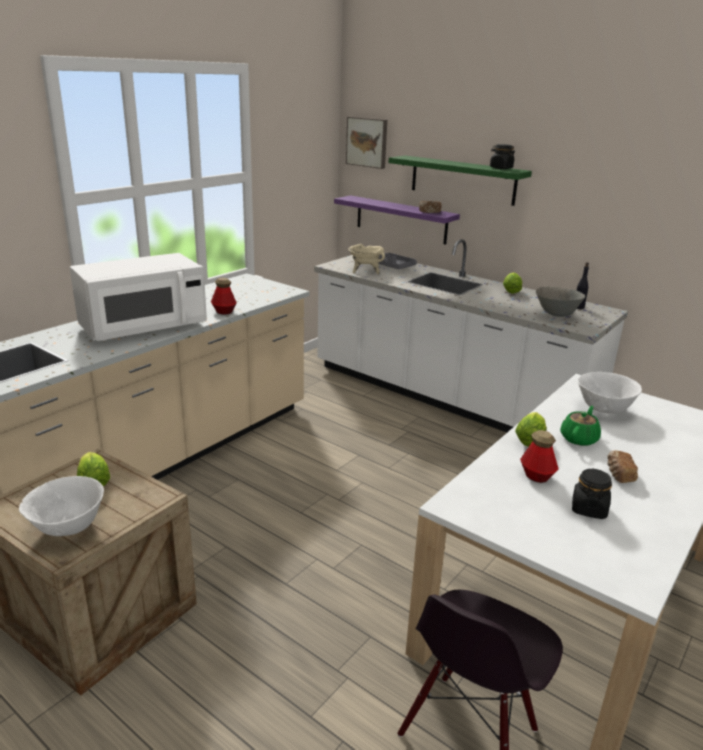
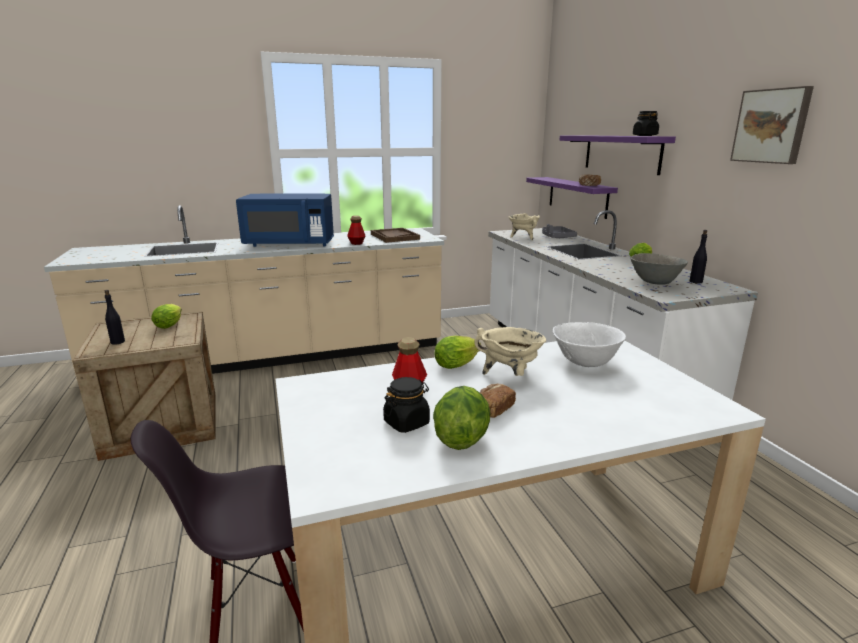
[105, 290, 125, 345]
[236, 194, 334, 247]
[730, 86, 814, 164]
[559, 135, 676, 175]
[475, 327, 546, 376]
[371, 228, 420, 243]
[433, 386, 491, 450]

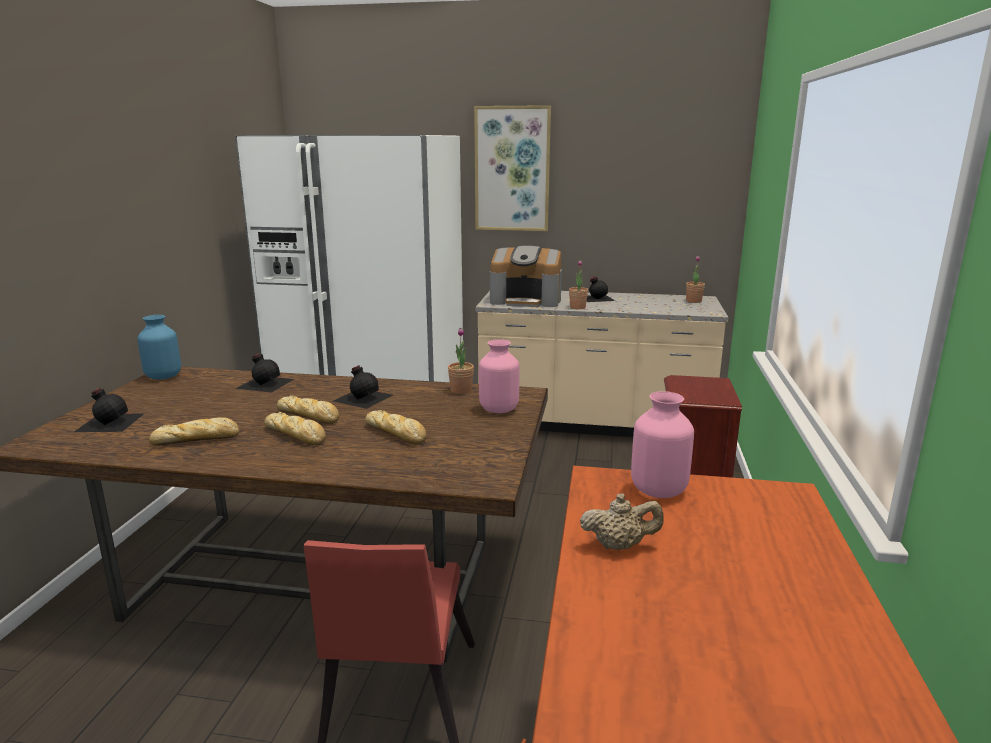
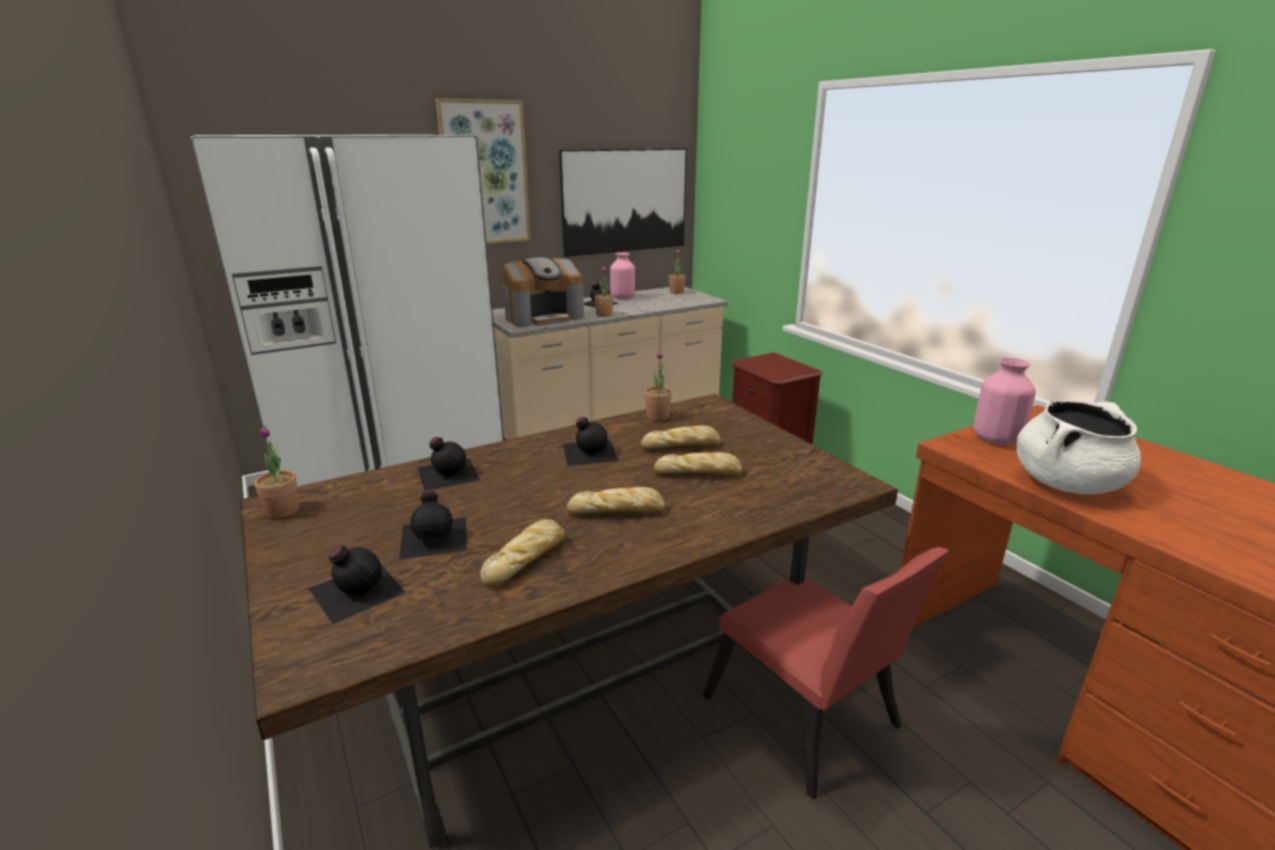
[255, 427, 299, 518]
[641, 425, 720, 451]
[610, 252, 635, 299]
[1016, 400, 1141, 494]
[399, 491, 467, 560]
[559, 148, 687, 257]

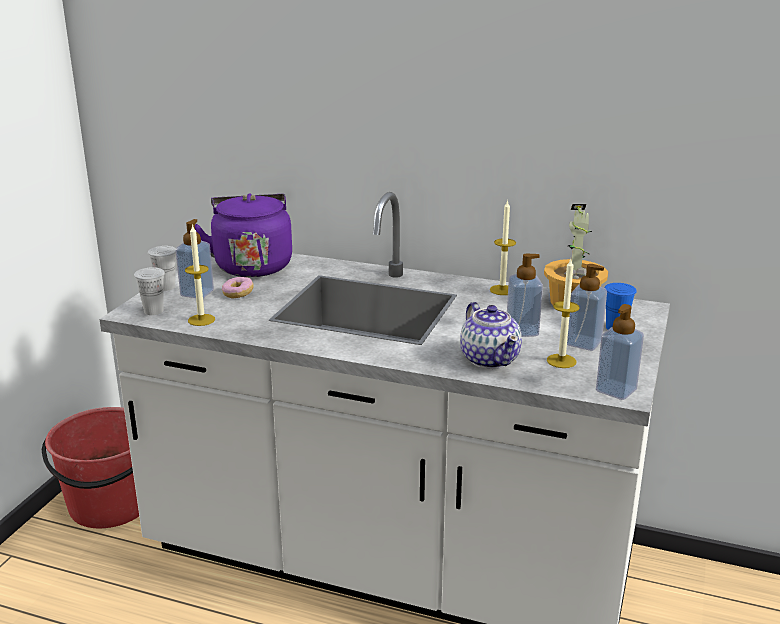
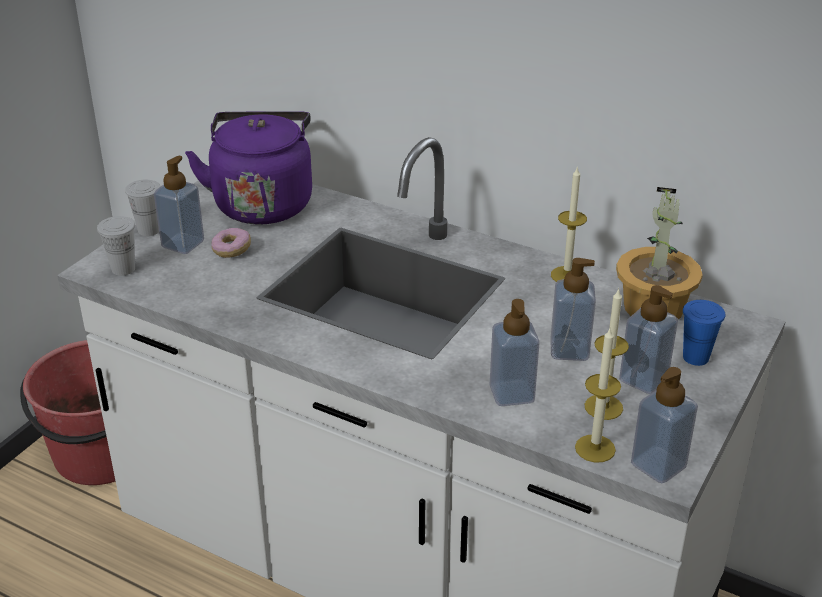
[575, 327, 621, 463]
[490, 299, 540, 406]

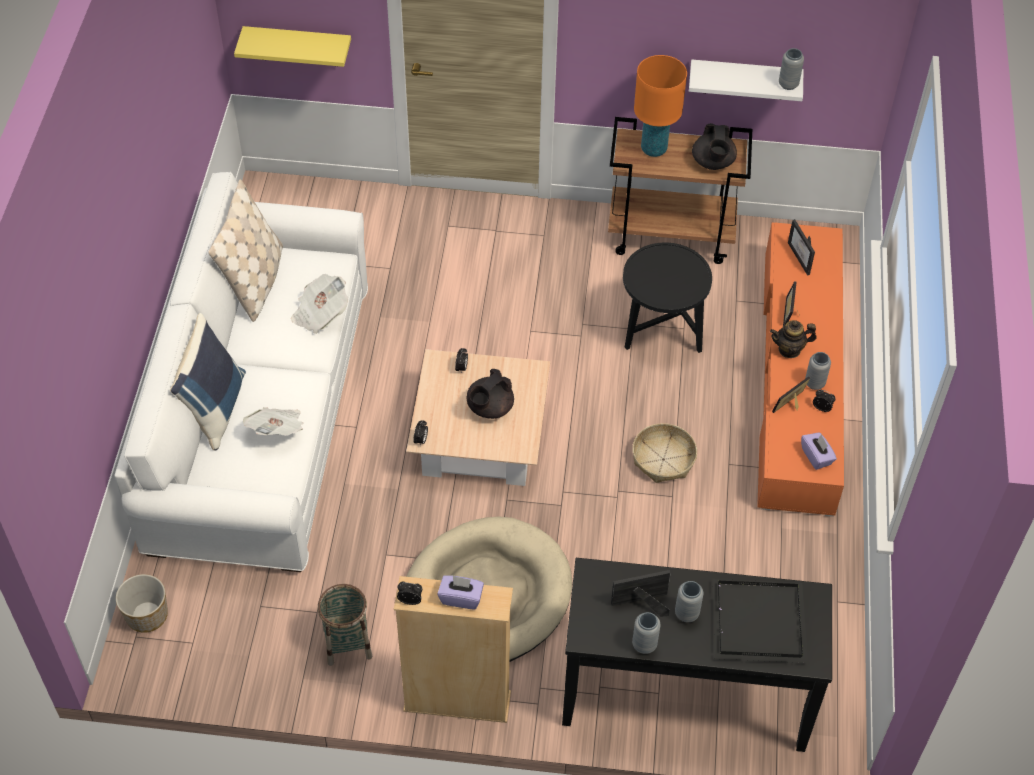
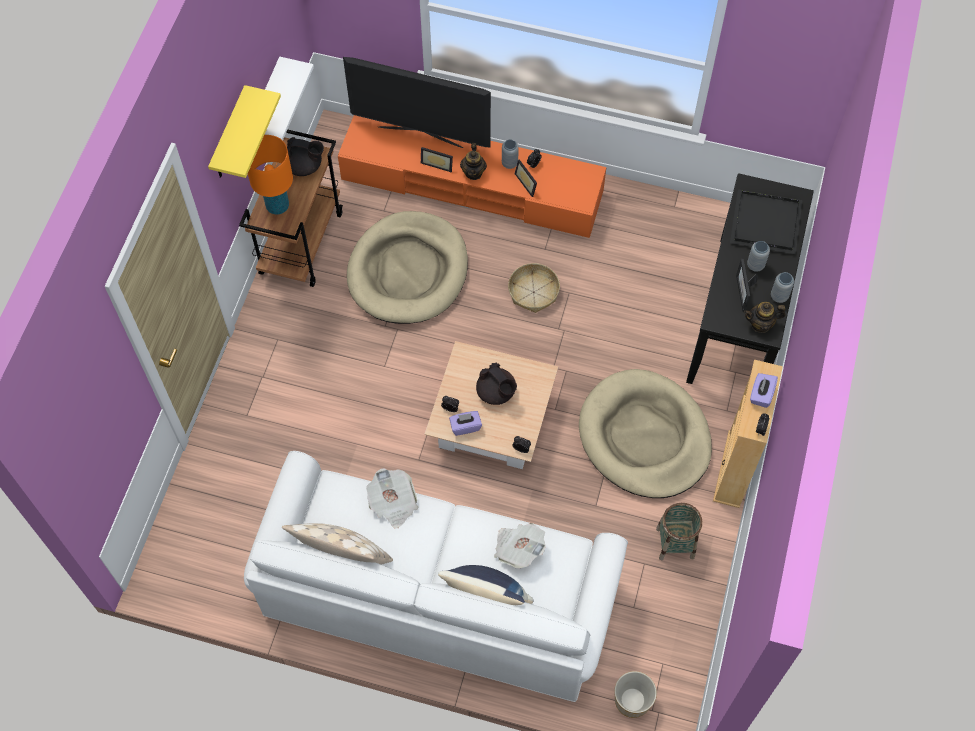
[208, 85, 281, 178]
[347, 211, 468, 324]
[779, 48, 804, 90] (first image)
[788, 219, 815, 276] (first image)
[449, 411, 482, 436]
[343, 57, 491, 148]
[744, 302, 785, 333]

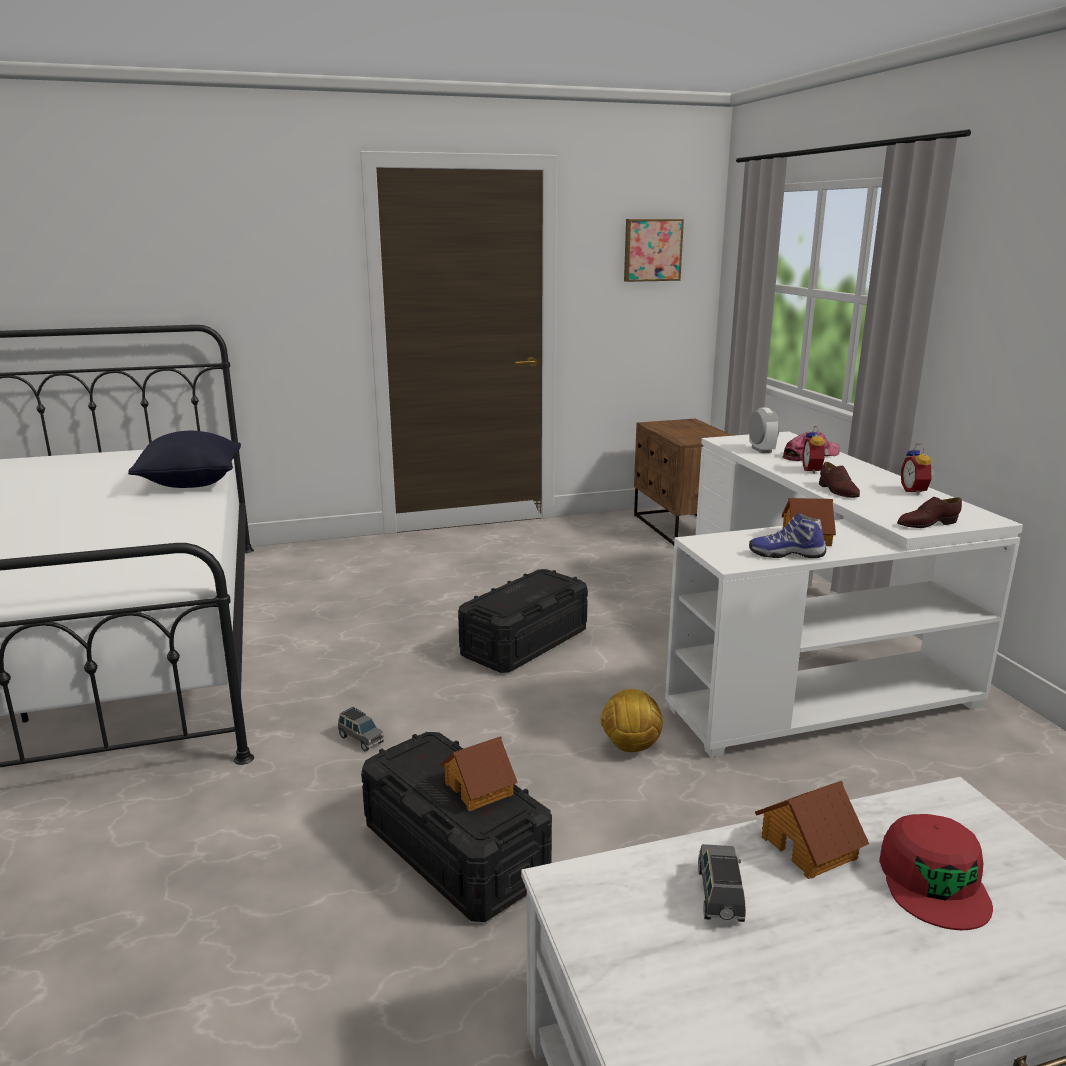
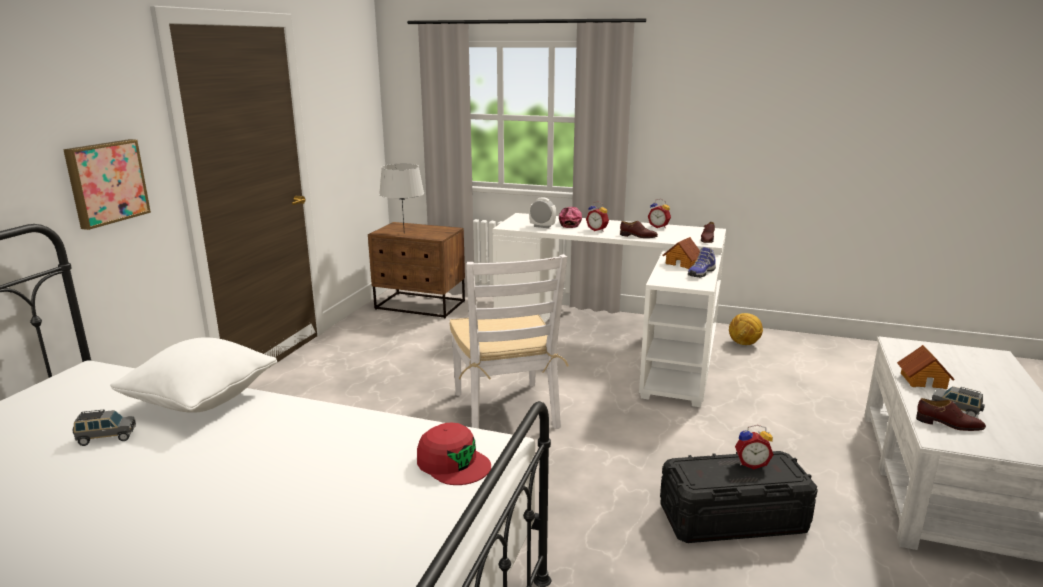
[110, 337, 277, 413]
[73, 410, 136, 446]
[735, 425, 773, 469]
[450, 254, 569, 429]
[729, 313, 763, 345]
[63, 139, 151, 230]
[417, 423, 491, 485]
[379, 164, 424, 226]
[916, 398, 986, 431]

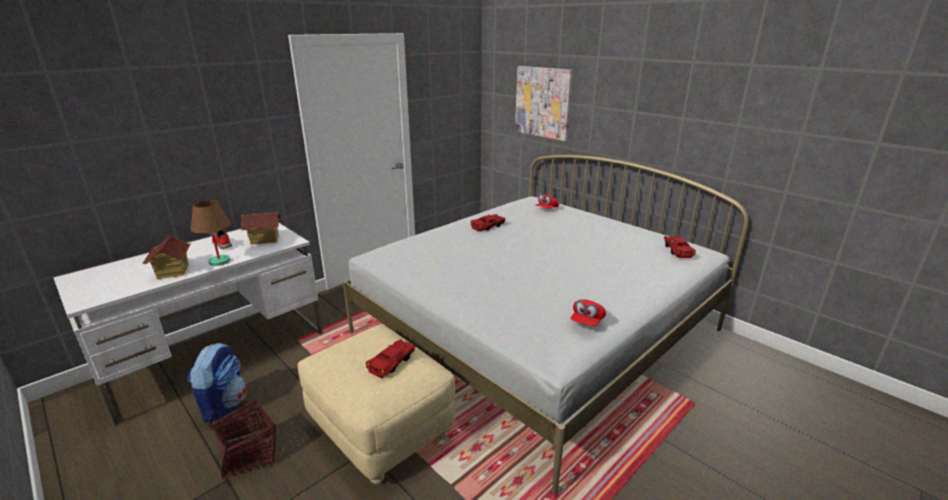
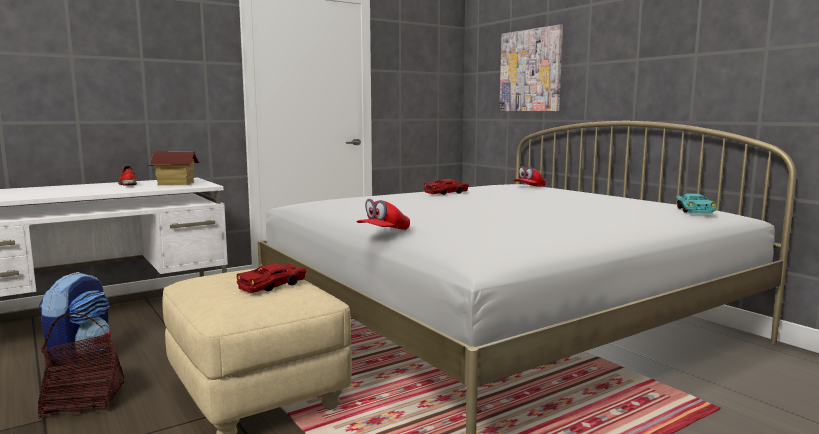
[142, 235, 191, 279] (first image)
[191, 200, 231, 266] (first image)
[357, 199, 410, 230]
[676, 194, 717, 214]

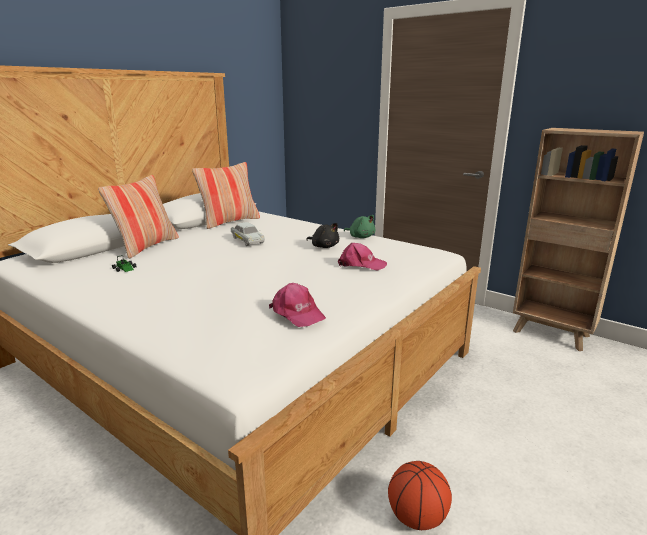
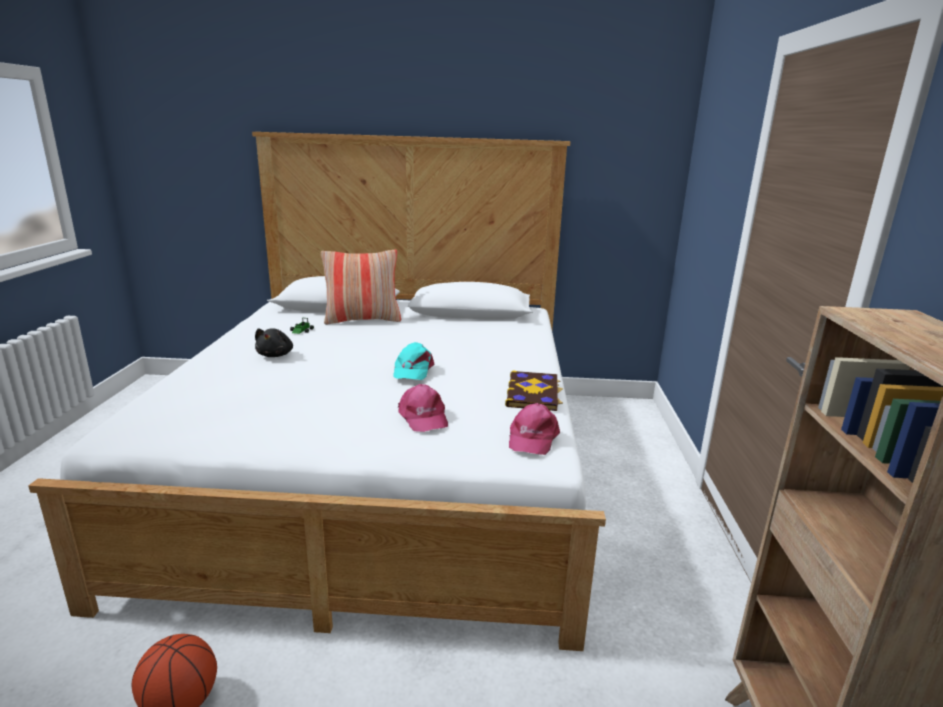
[192, 162, 260, 229] (first image)
[231, 222, 265, 246] (first image)
[509, 403, 560, 455]
[255, 328, 293, 357]
[505, 371, 563, 411]
[394, 342, 434, 380]

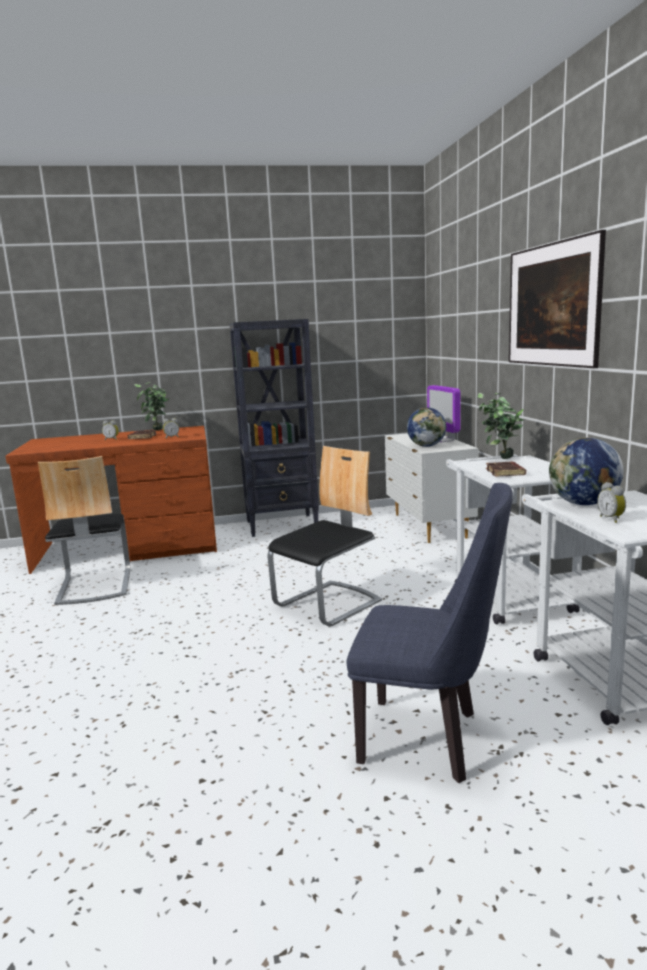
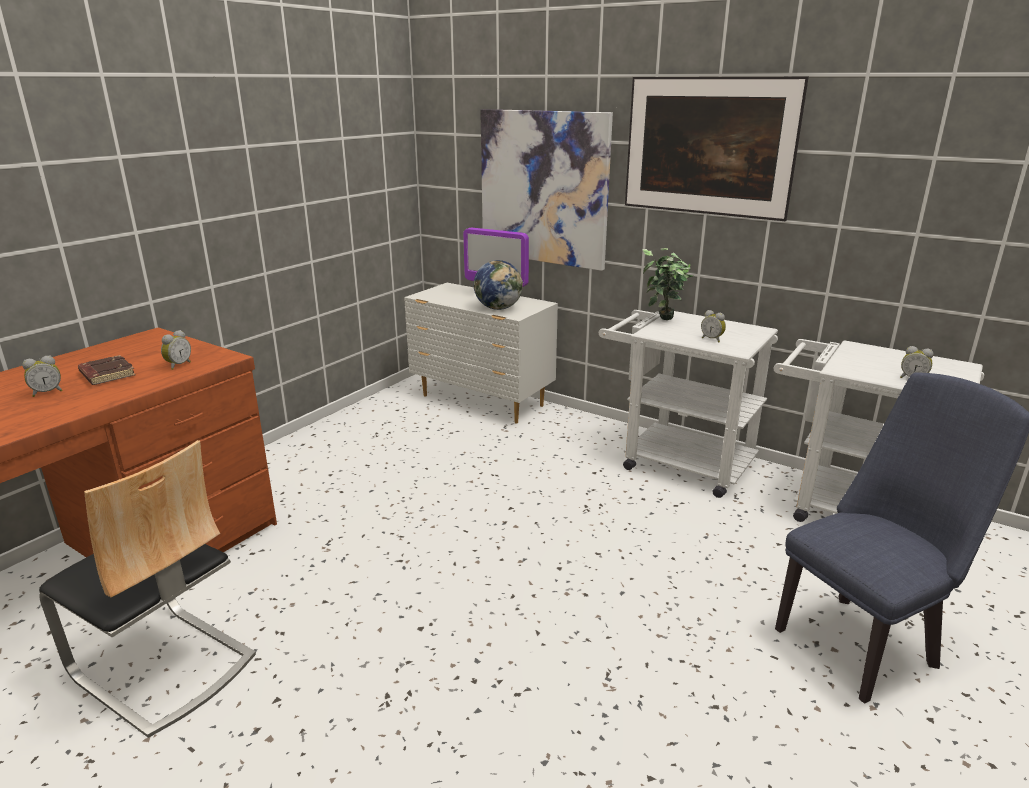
[134, 382, 169, 431] (first image)
[230, 319, 319, 537] (first image)
[268, 446, 382, 626] (first image)
[701, 310, 726, 342]
[549, 438, 623, 505] (first image)
[480, 109, 613, 271]

